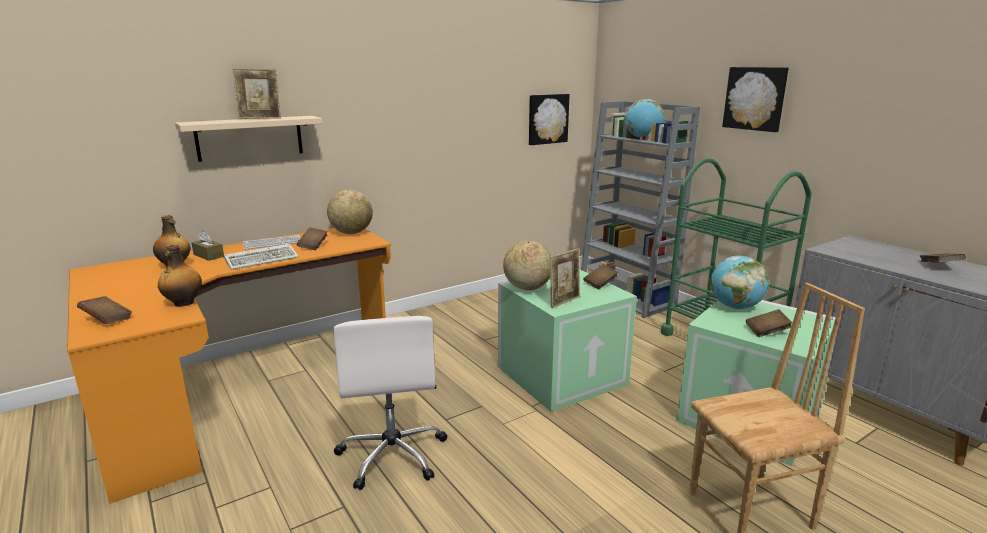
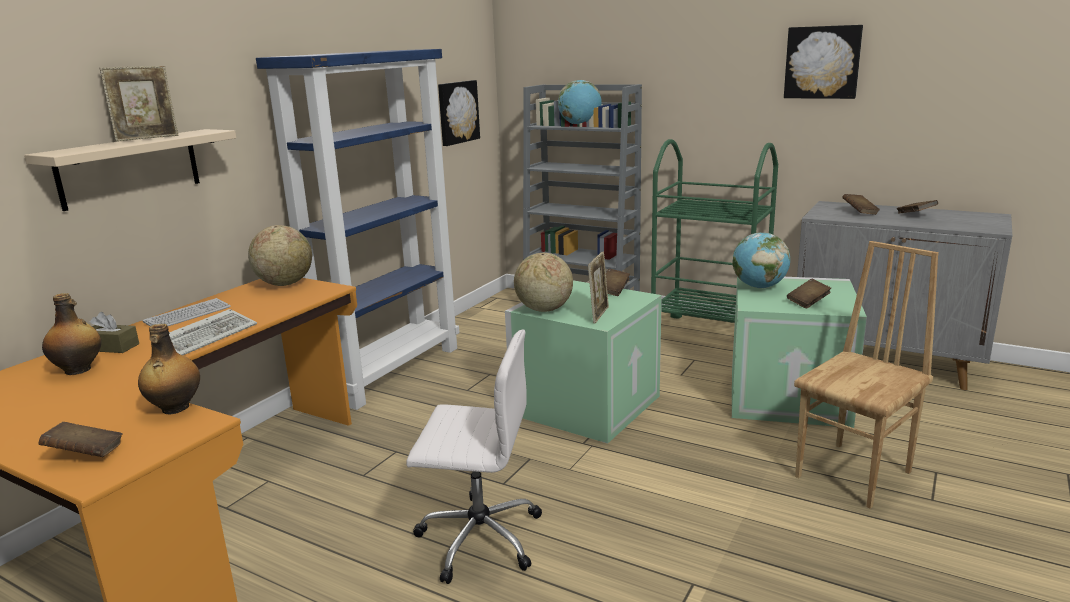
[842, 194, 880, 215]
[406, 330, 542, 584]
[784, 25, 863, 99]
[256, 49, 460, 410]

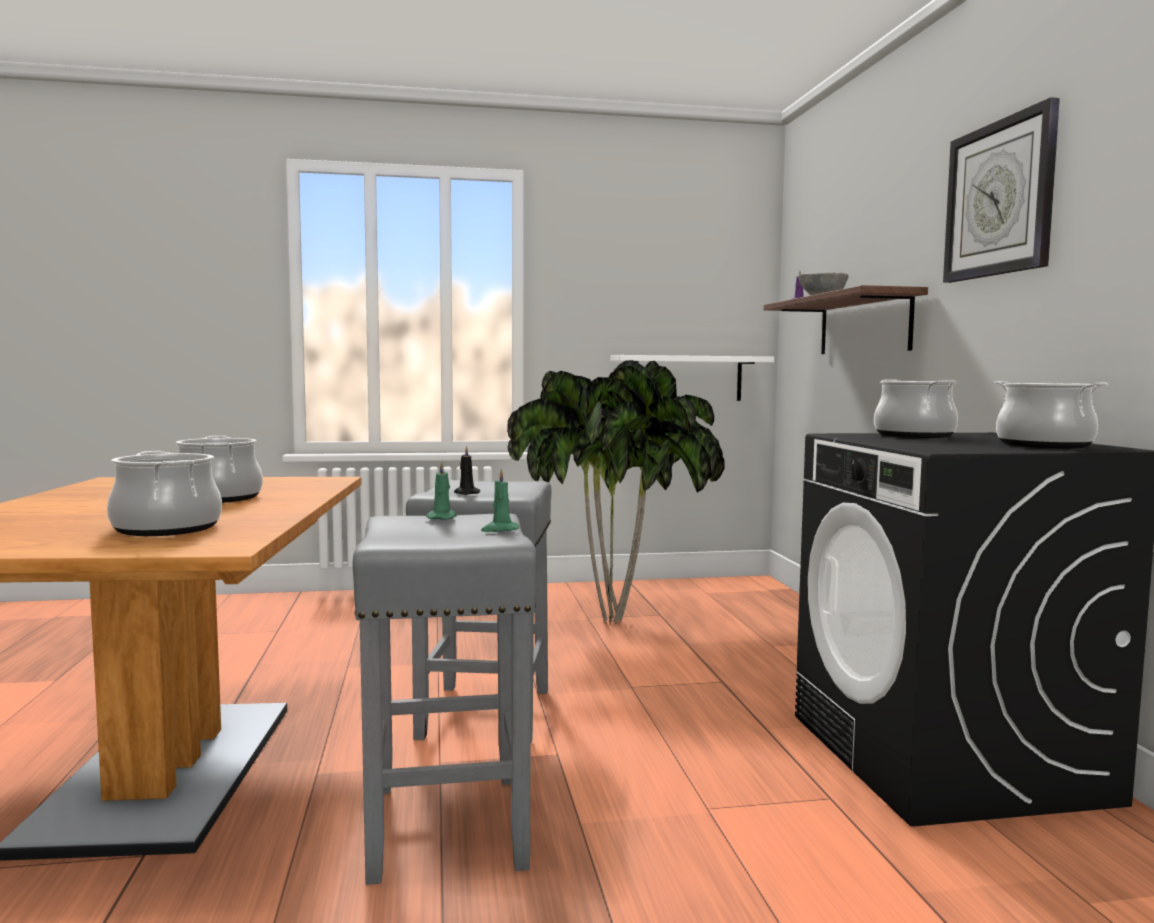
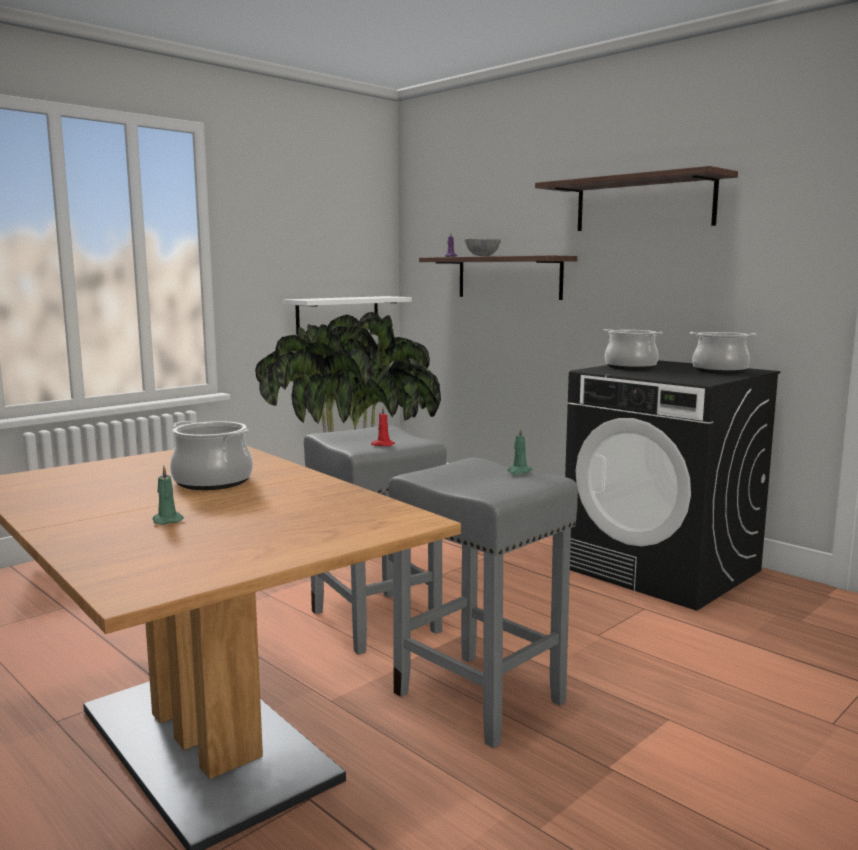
[107, 451, 222, 536] (first image)
[153, 466, 184, 525]
[371, 407, 395, 446]
[535, 166, 738, 231]

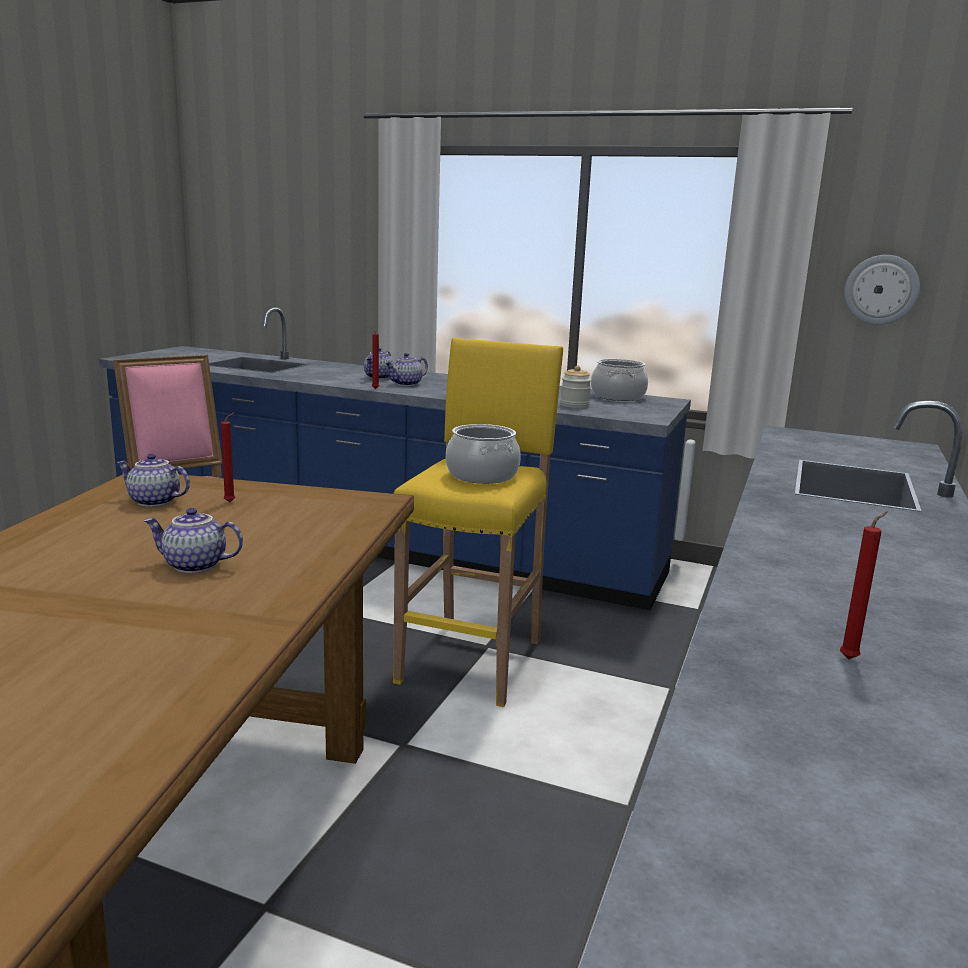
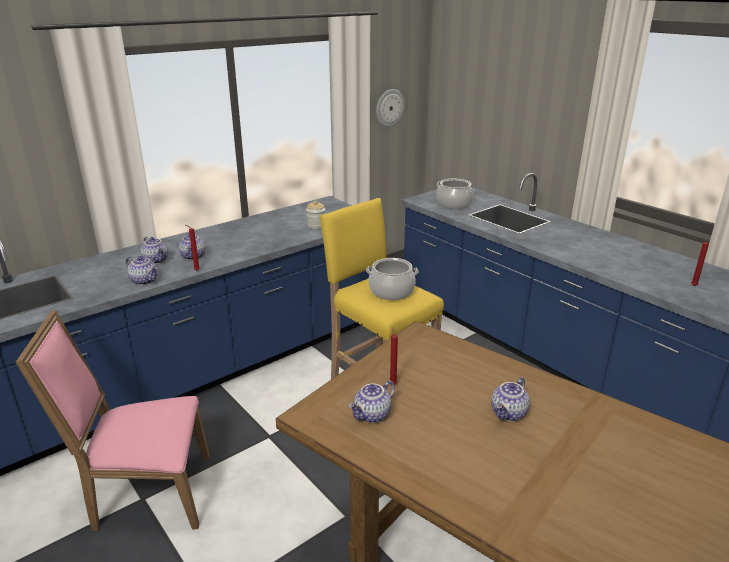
[437, 179, 474, 209]
[126, 256, 157, 285]

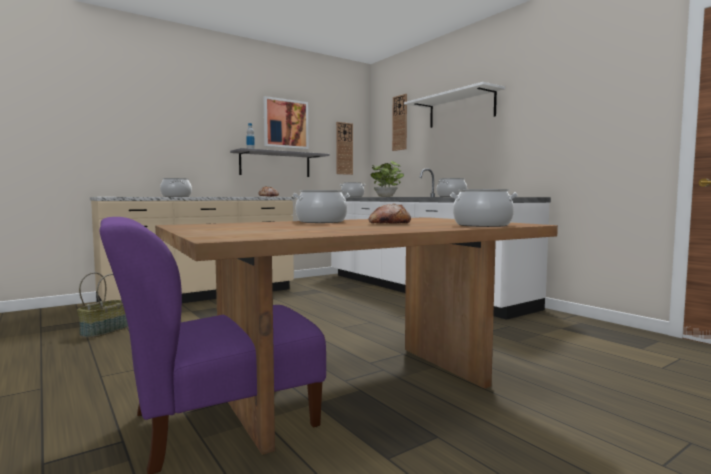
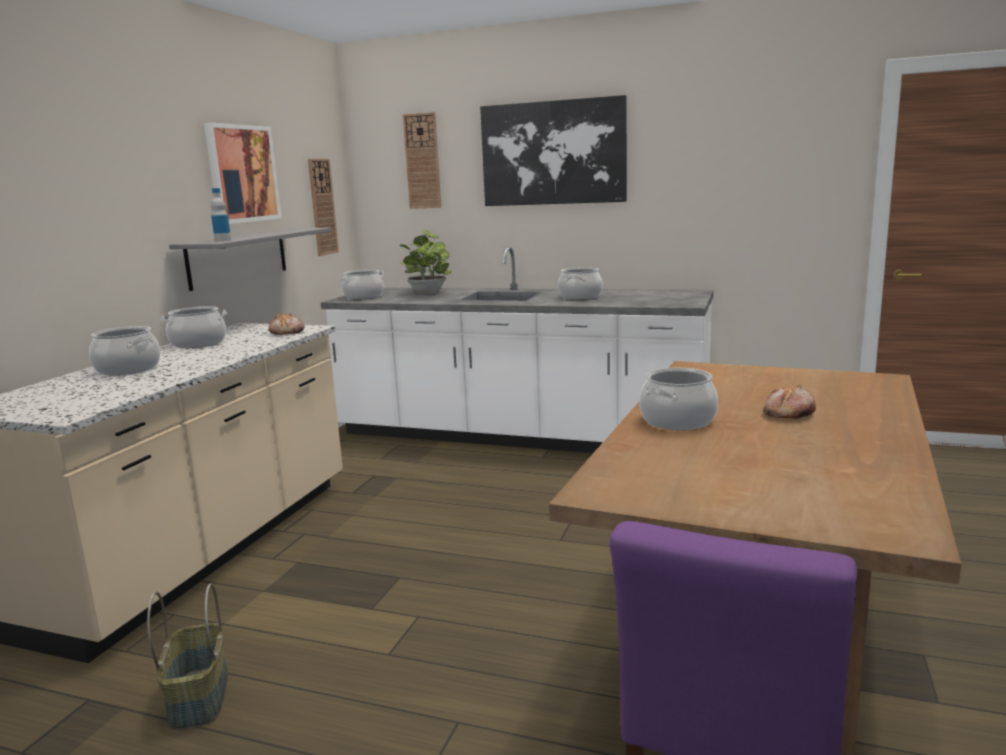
[480, 95, 627, 206]
[160, 306, 227, 348]

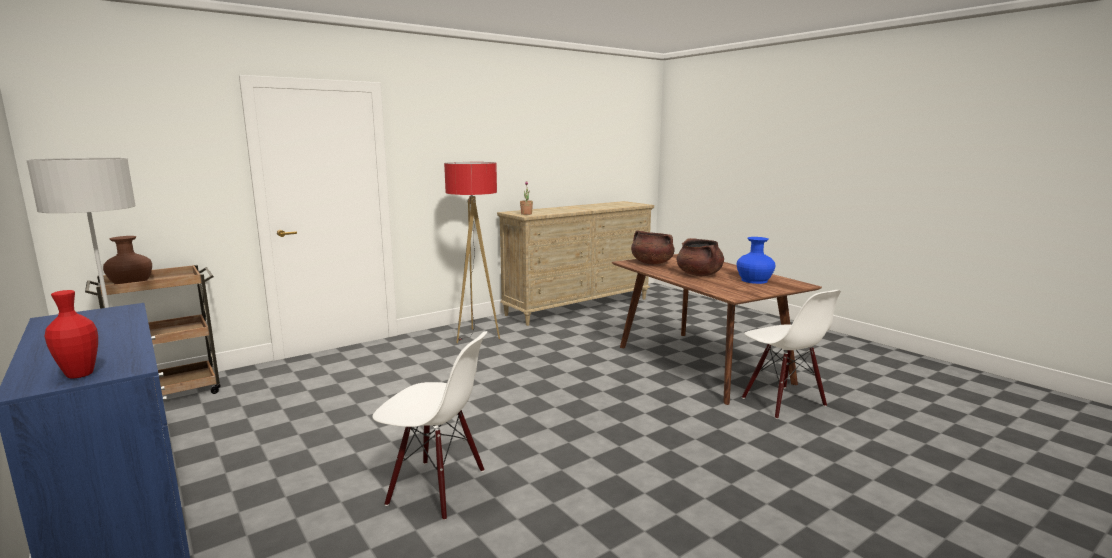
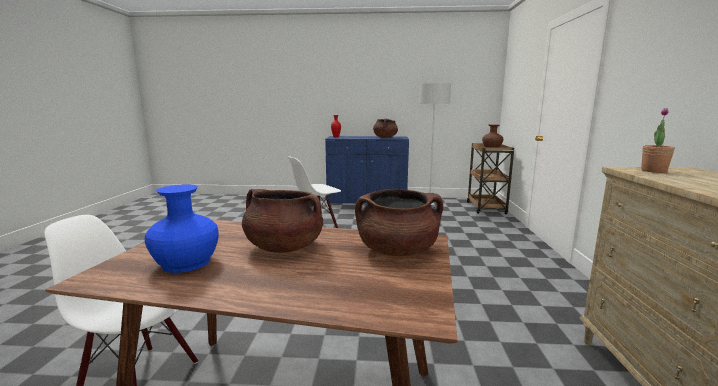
[444, 162, 500, 344] (first image)
[373, 119, 398, 138]

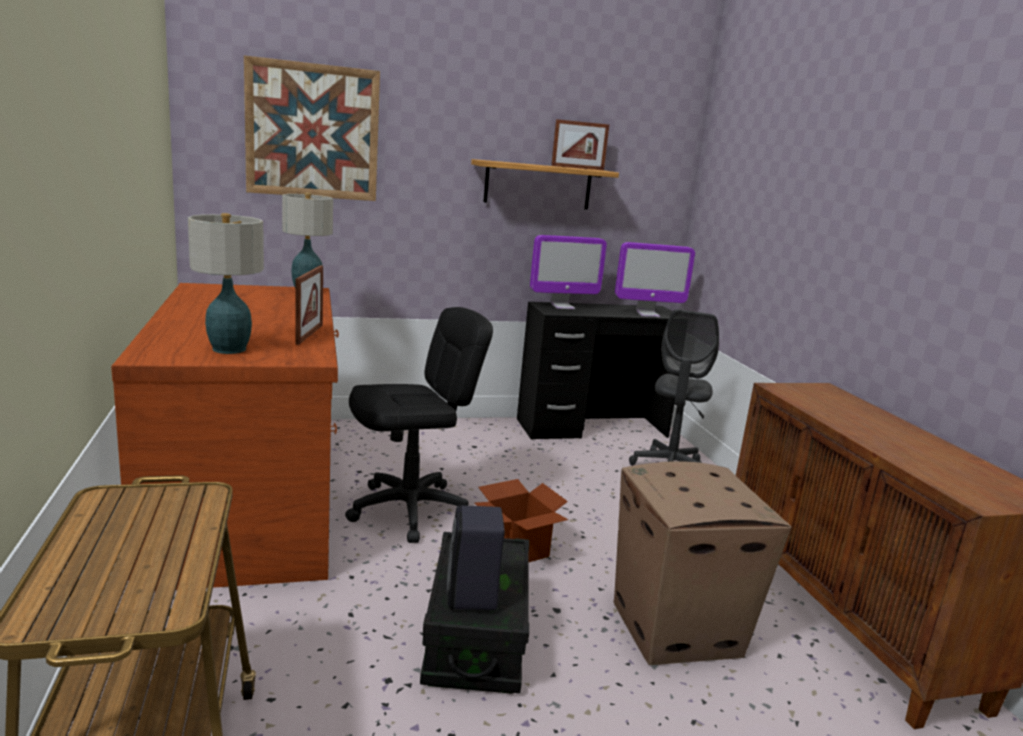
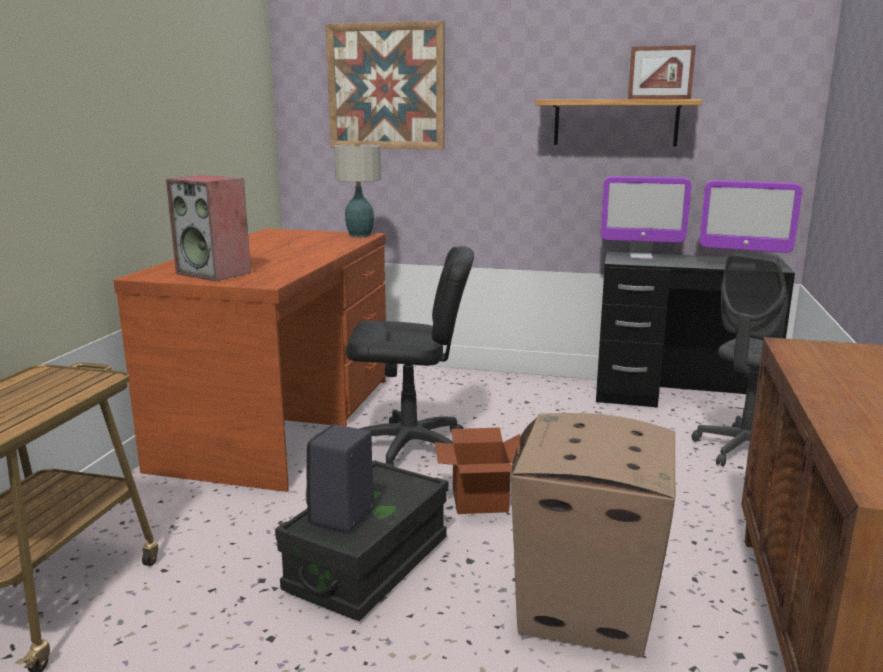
[166, 175, 251, 281]
[295, 265, 323, 345] (first image)

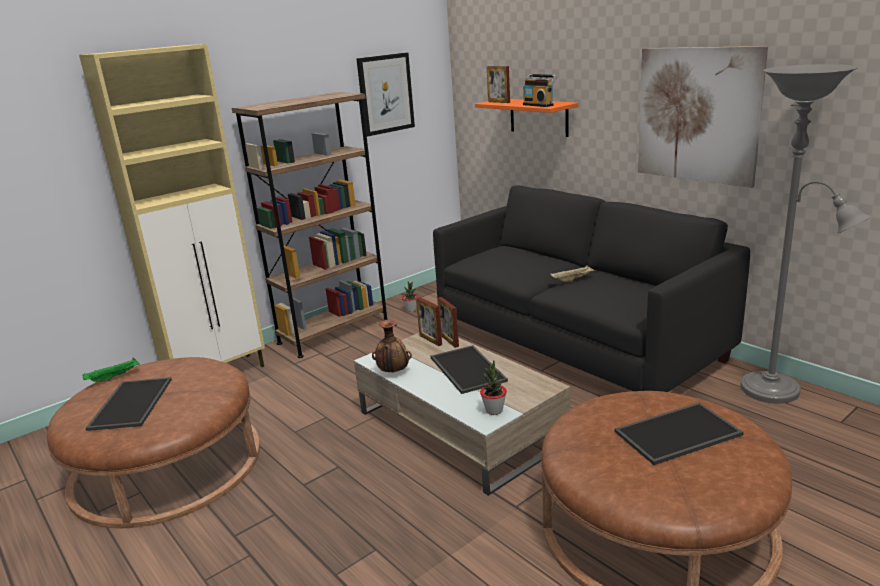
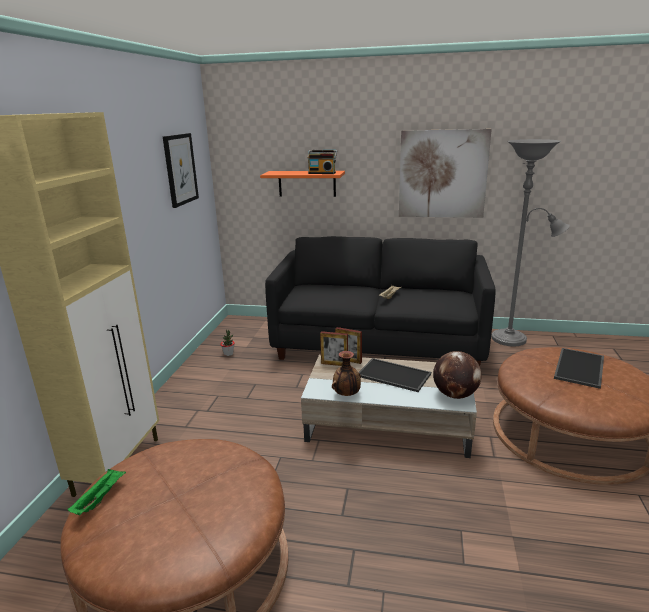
[86, 377, 172, 431] (first image)
[232, 92, 387, 358] (first image)
[433, 351, 482, 399]
[487, 66, 510, 103] (first image)

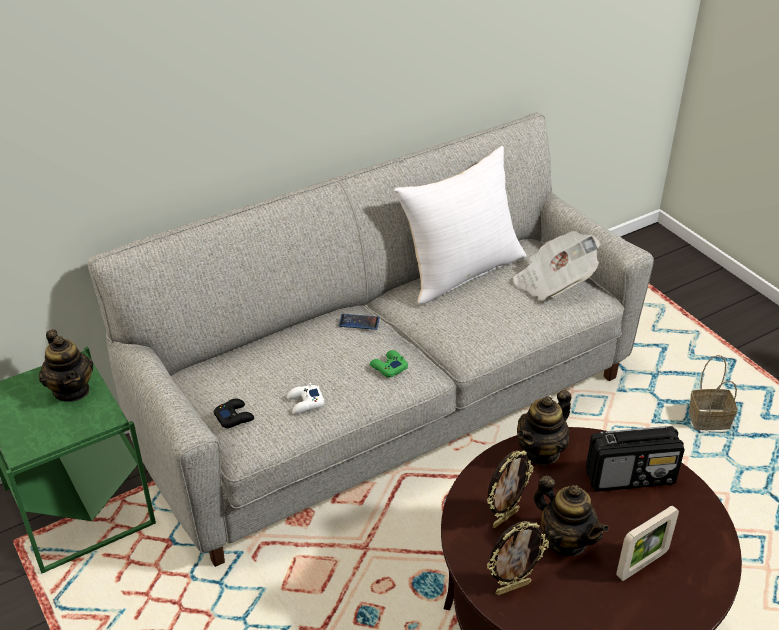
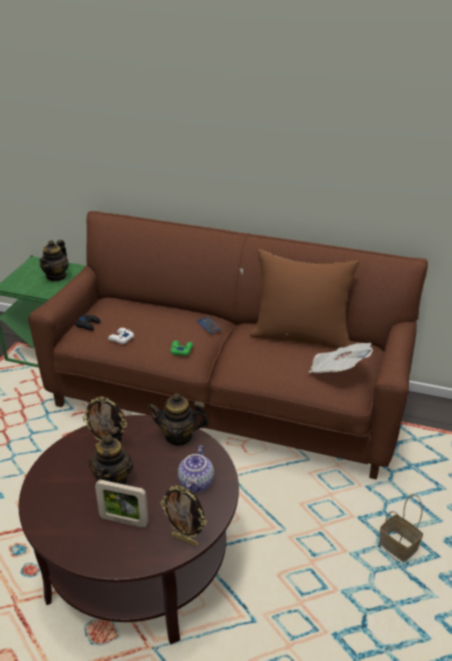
[28, 211, 428, 480]
[249, 249, 359, 349]
[160, 485, 207, 546]
[178, 445, 214, 493]

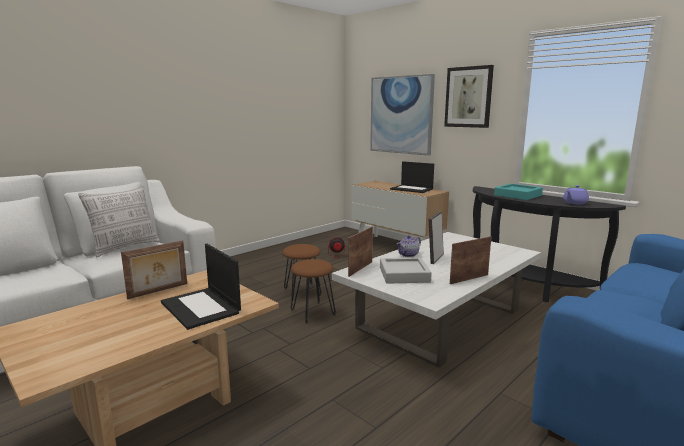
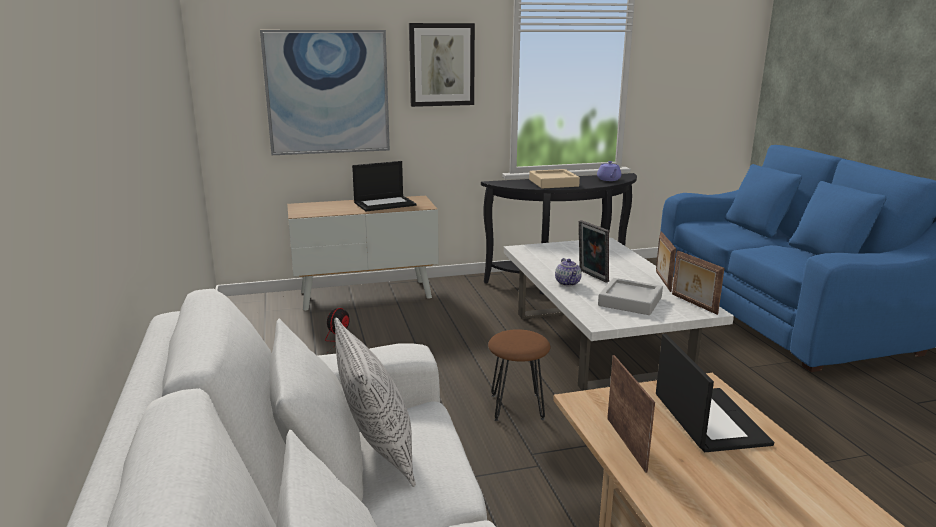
[656, 334, 774, 452]
[282, 244, 321, 300] (first image)
[672, 250, 724, 315]
[529, 169, 580, 188]

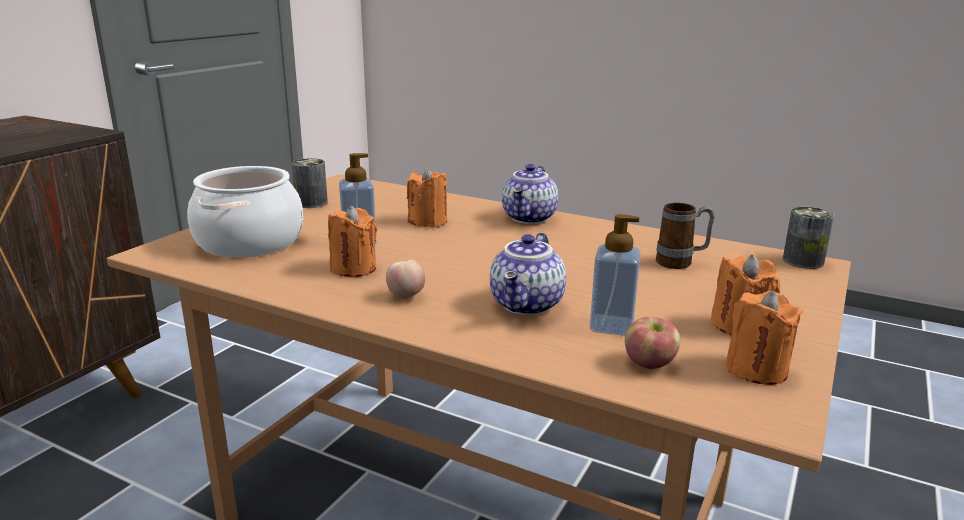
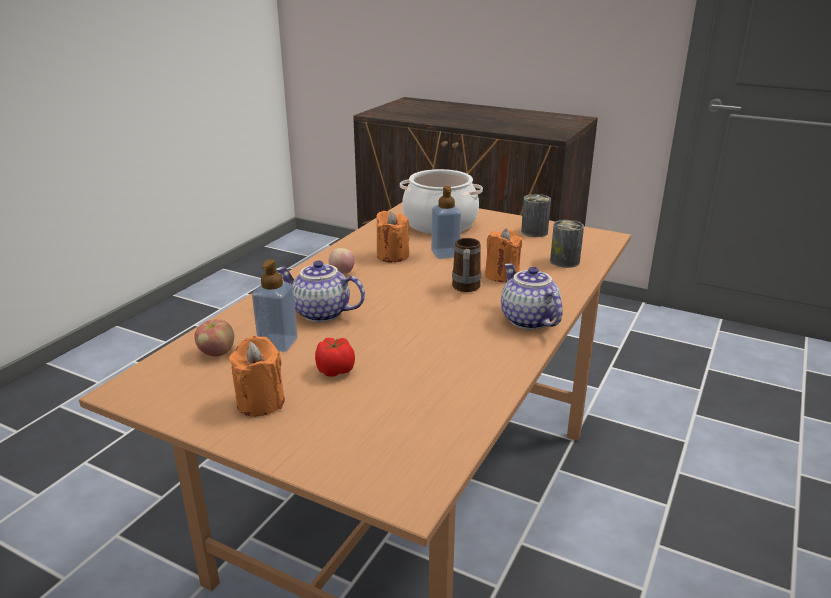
[501, 263, 563, 330]
[452, 238, 481, 292]
[726, 291, 803, 385] (first image)
[550, 220, 584, 268]
[315, 337, 355, 377]

